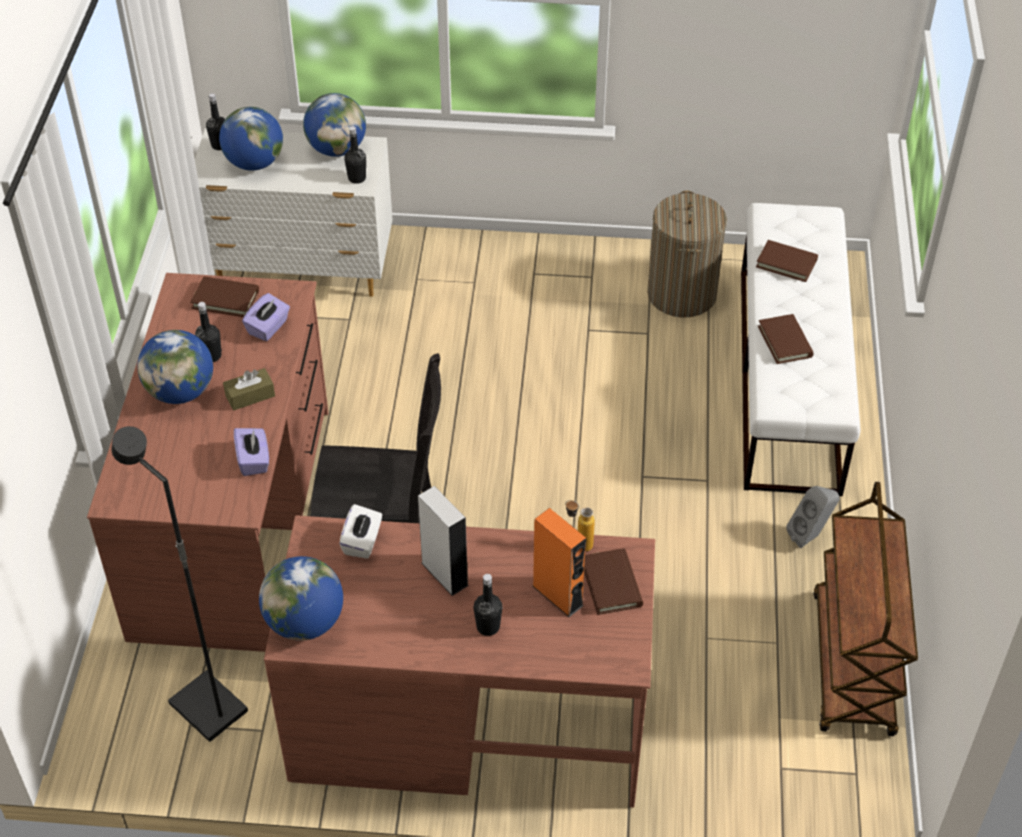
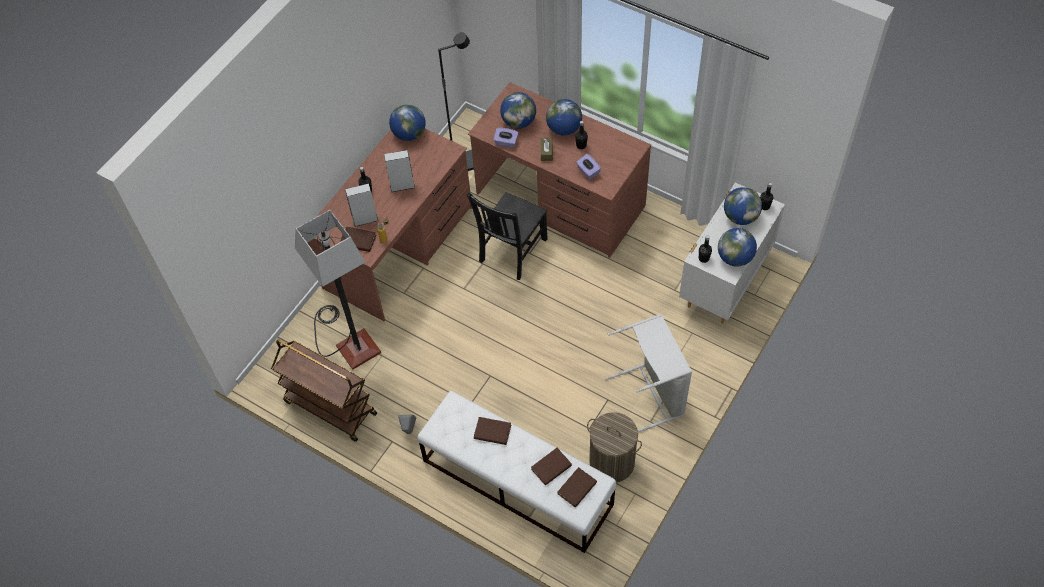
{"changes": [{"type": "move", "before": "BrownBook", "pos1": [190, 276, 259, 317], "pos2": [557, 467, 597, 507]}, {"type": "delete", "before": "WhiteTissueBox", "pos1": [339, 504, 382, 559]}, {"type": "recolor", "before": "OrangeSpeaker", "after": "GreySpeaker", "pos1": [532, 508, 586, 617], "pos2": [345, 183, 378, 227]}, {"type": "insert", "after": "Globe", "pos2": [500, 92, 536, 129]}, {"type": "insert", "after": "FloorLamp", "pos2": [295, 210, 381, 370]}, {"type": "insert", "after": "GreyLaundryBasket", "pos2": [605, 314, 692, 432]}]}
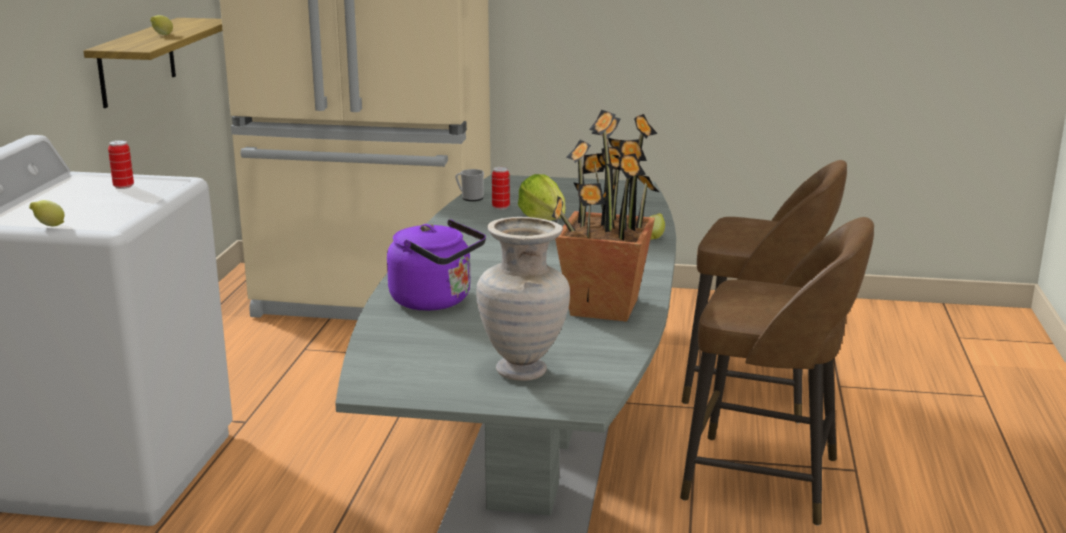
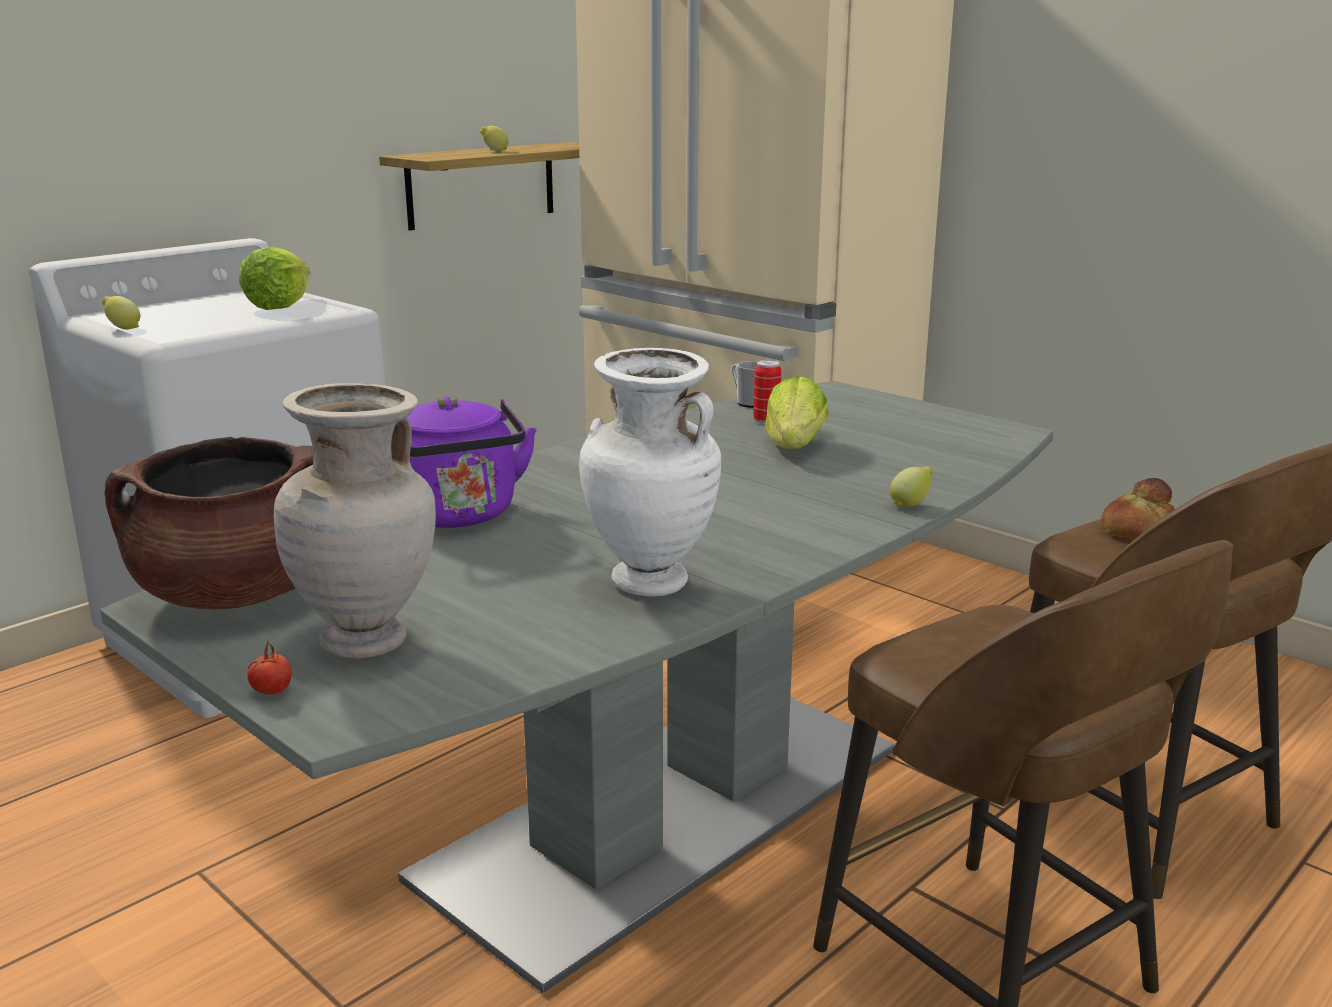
{"changes": [{"type": "replace", "before": "PottedPlant", "after": "WhiteVase", "pos1": [552, 110, 659, 322], "pos2": [579, 348, 721, 596]}, {"type": "replace", "before": "Can", "after": "Lettuce", "pos1": [108, 140, 134, 189], "pos2": [239, 247, 310, 310]}, {"type": "insert", "after": "BrownCookingPot", "pos2": [104, 437, 314, 610]}, {"type": "insert", "after": "Bread", "pos2": [1101, 478, 1175, 540]}, {"type": "insert", "after": "Tomato", "pos2": [247, 642, 292, 695]}]}
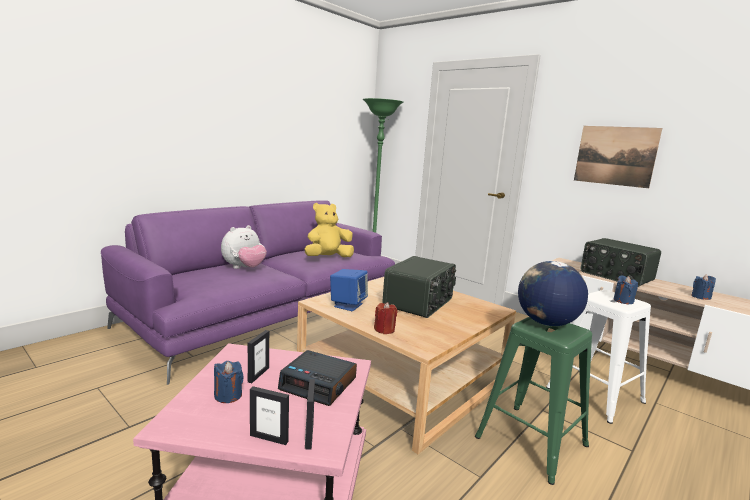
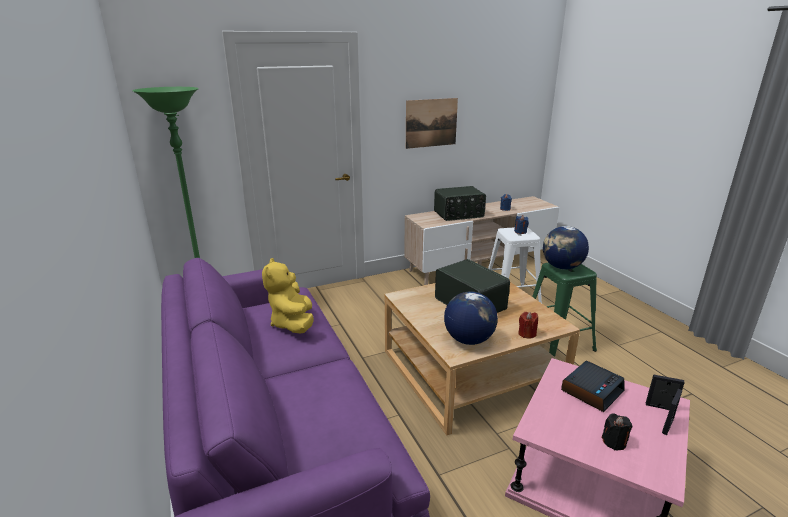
{"changes": [{"type": "delete", "before": "PlushToy", "pos1": [221, 225, 267, 269]}, {"type": "replace", "before": "BlueSpeaker", "after": "Globe", "pos1": [330, 269, 368, 311], "pos2": [444, 291, 498, 345]}, {"type": "delete", "before": "PictureFrame", "pos1": [247, 330, 269, 383]}, {"type": "recolor", "before": "BlueCandle", "after": "BlackCandle", "pos1": [214, 361, 244, 403], "pos2": [602, 413, 632, 450]}]}
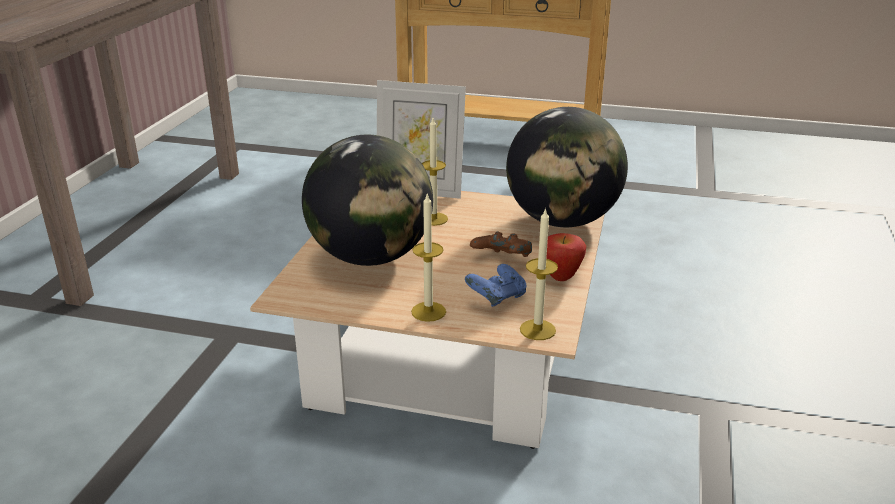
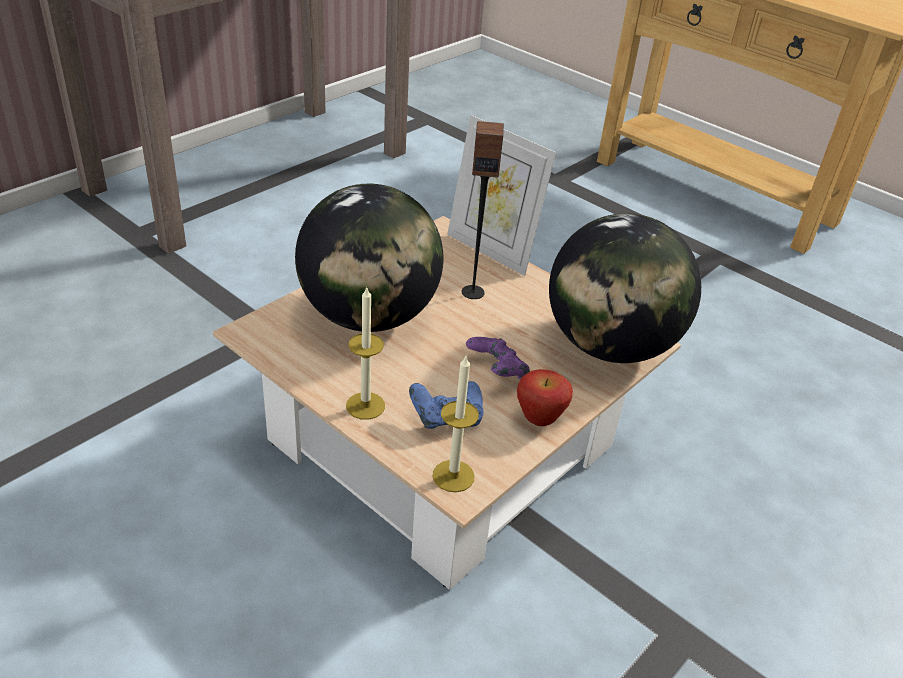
{"changes": [{"type": "replace", "before": "Candle", "after": "Speaker", "pos1": [422, 118, 448, 226], "pos2": [462, 121, 504, 299]}, {"type": "recolor", "before": "BrownGameController", "after": "PurpleGameController", "pos1": [470, 231, 532, 257], "pos2": [466, 337, 530, 379]}]}
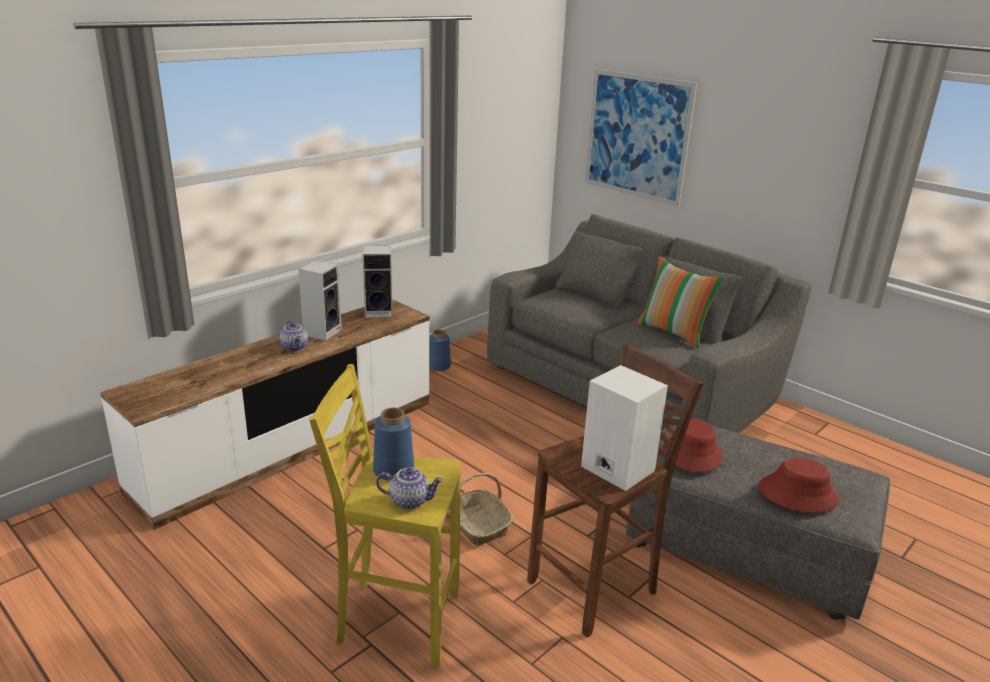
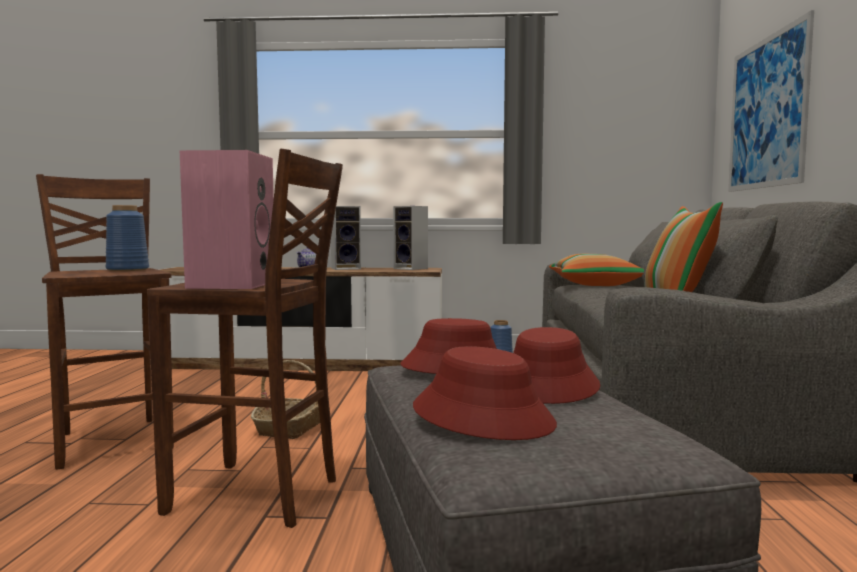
{"changes": [{"type": "recolor", "before": "YellowStool", "after": "BrownStool", "pos1": [309, 364, 461, 666], "pos2": [36, 174, 174, 470]}, {"type": "recolor", "before": "WhiteSpeaker", "after": "PinkSpeaker", "pos1": [581, 365, 668, 491], "pos2": [179, 150, 274, 289]}, {"type": "delete", "before": "Teapot", "pos1": [376, 468, 443, 510]}, {"type": "insert", "after": "Pillow", "pos2": [549, 254, 644, 286]}, {"type": "insert", "after": "RedHat", "pos2": [513, 327, 600, 404]}]}
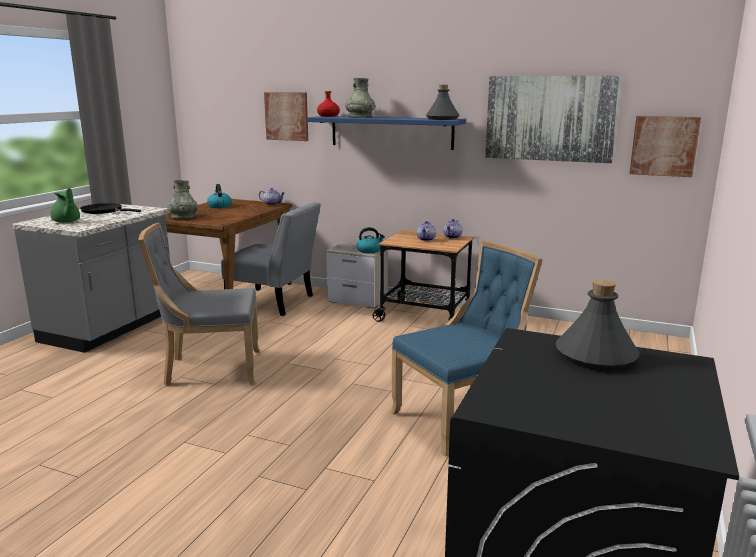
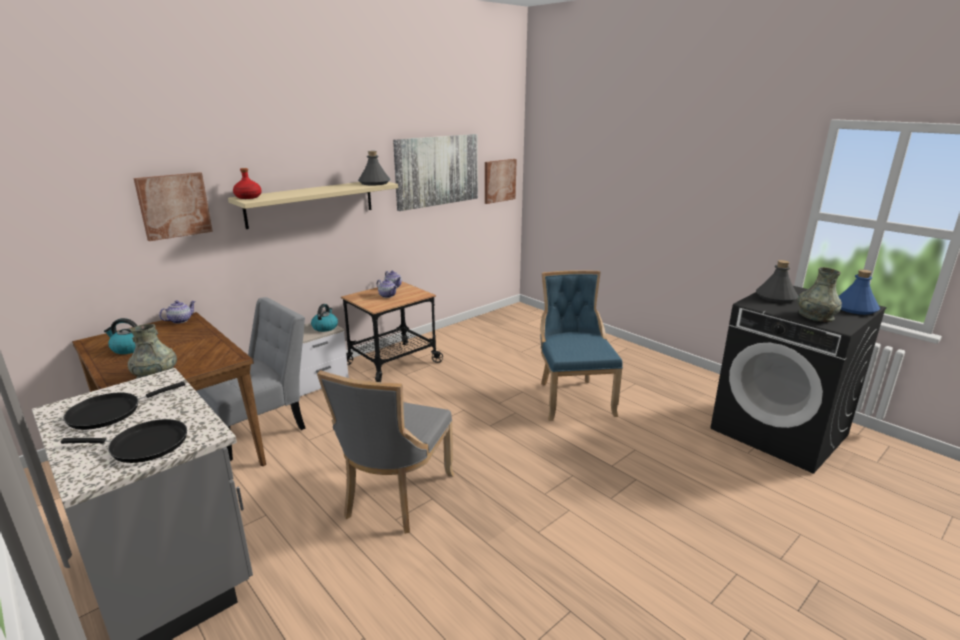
{"changes": [{"type": "move", "before": "GreyVase", "pos1": [345, 78, 375, 118], "pos2": [797, 267, 842, 322]}, {"type": "recolor", "before": "BlueShelf", "after": "BeigeShelf", "pos1": [306, 116, 466, 150], "pos2": [228, 182, 398, 229]}, {"type": "replace", "before": "GreenTeapot", "after": "BlackFryingPan", "pos1": [51, 188, 80, 223], "pos2": [60, 419, 187, 463]}, {"type": "insert", "after": "BlueBottle", "pos2": [838, 269, 880, 315]}]}
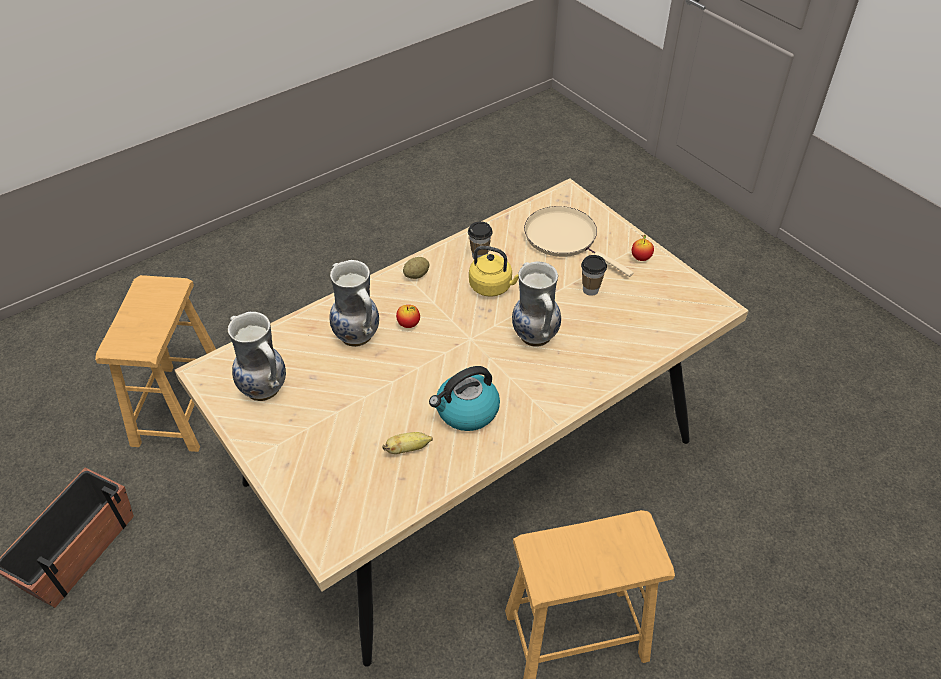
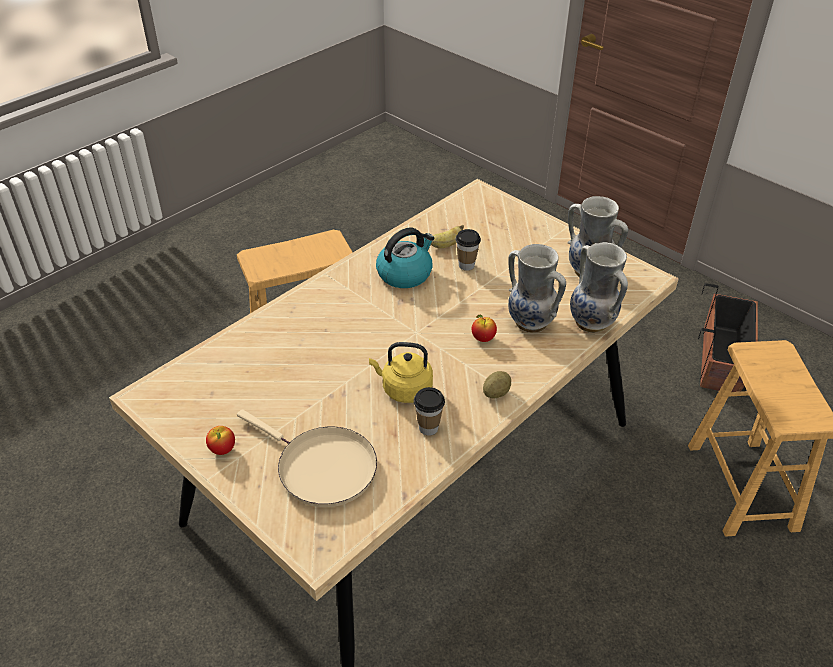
{"changes": [{"type": "move", "before": "Cup", "pos1": [581, 255, 607, 296], "pos2": [455, 229, 481, 271]}, {"type": "move", "before": "Vase", "pos1": [512, 262, 561, 347], "pos2": [570, 242, 628, 333]}]}
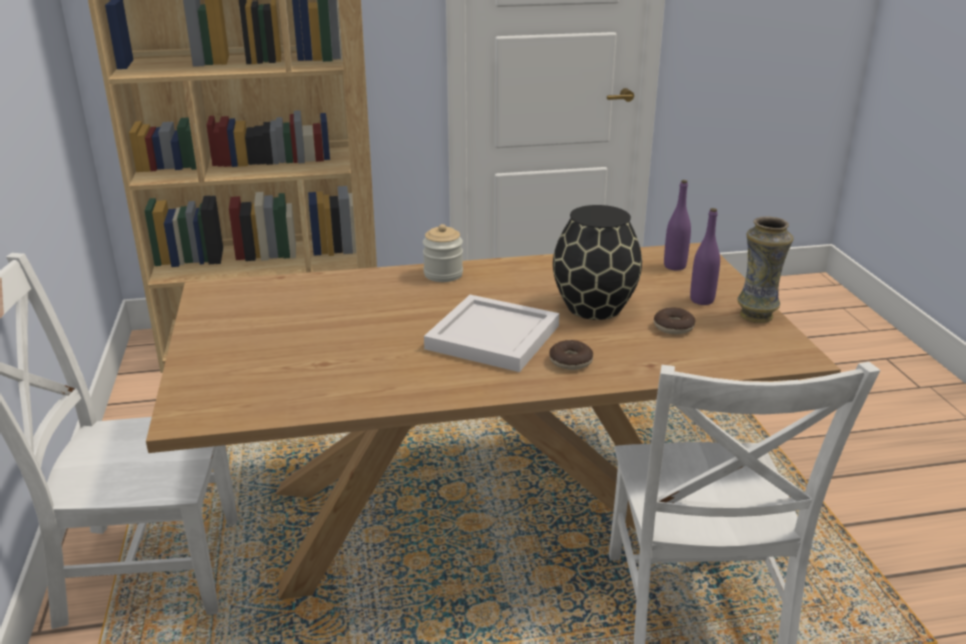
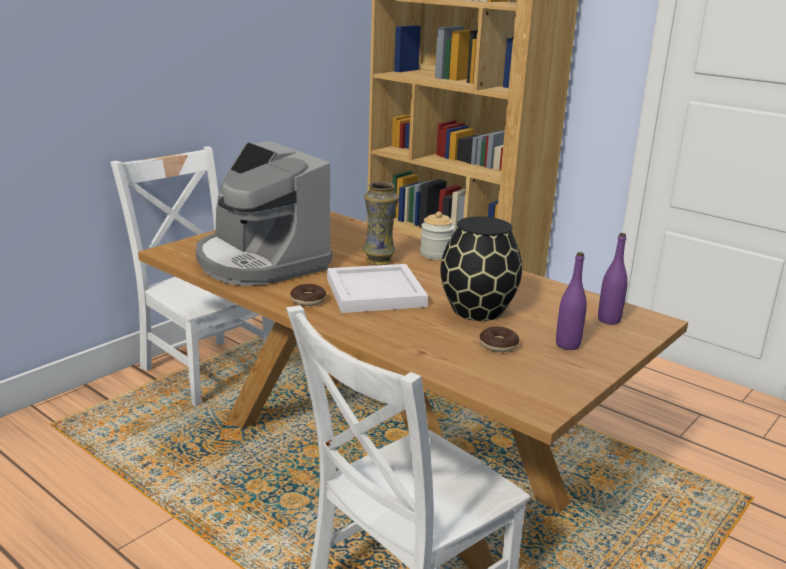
{"changes": [{"type": "move", "before": "Vase", "pos1": [737, 216, 794, 323], "pos2": [363, 182, 399, 265]}, {"type": "move", "before": "Donut", "pos1": [549, 340, 593, 370], "pos2": [290, 284, 326, 306]}, {"type": "insert", "after": "CoffeeMachine", "pos2": [196, 141, 332, 286]}]}
